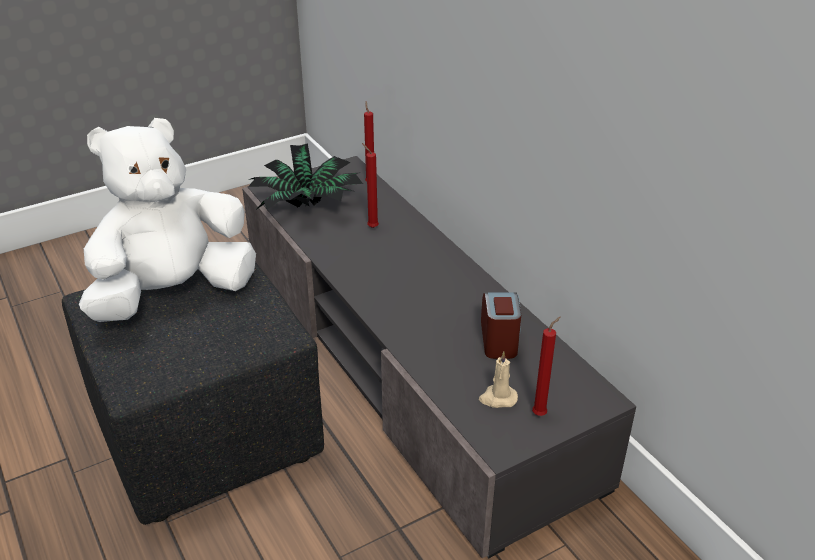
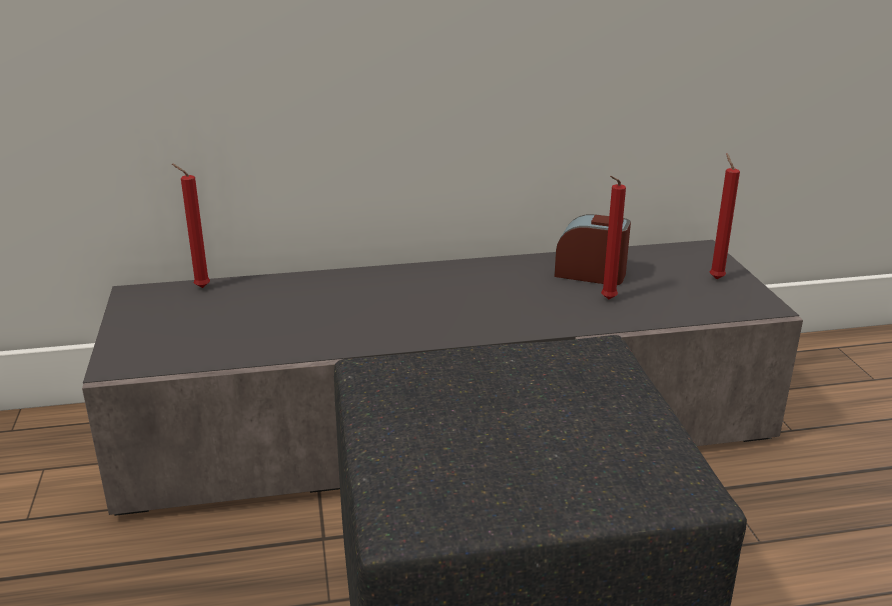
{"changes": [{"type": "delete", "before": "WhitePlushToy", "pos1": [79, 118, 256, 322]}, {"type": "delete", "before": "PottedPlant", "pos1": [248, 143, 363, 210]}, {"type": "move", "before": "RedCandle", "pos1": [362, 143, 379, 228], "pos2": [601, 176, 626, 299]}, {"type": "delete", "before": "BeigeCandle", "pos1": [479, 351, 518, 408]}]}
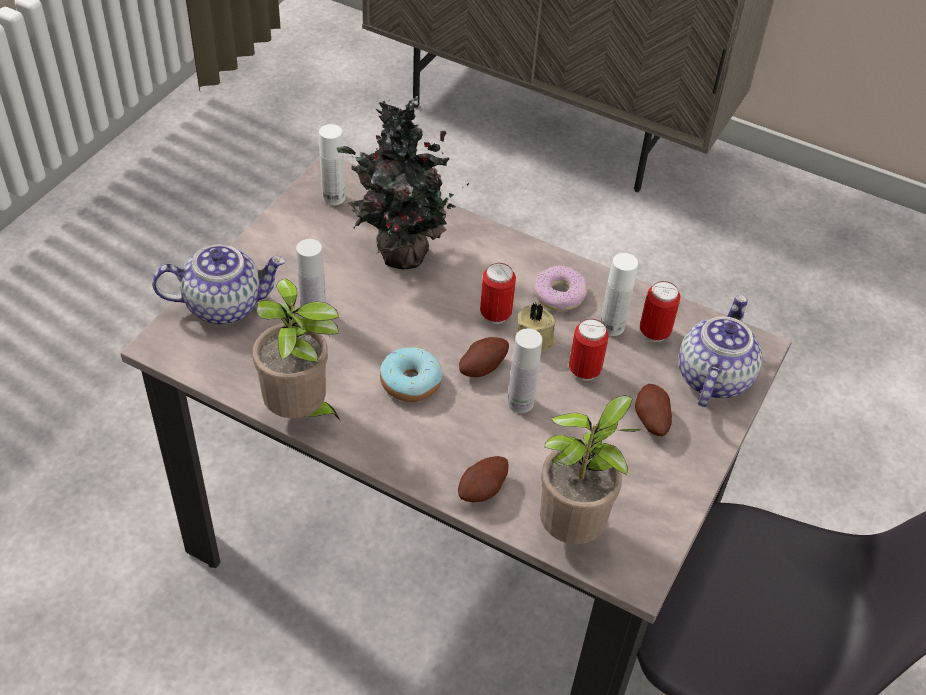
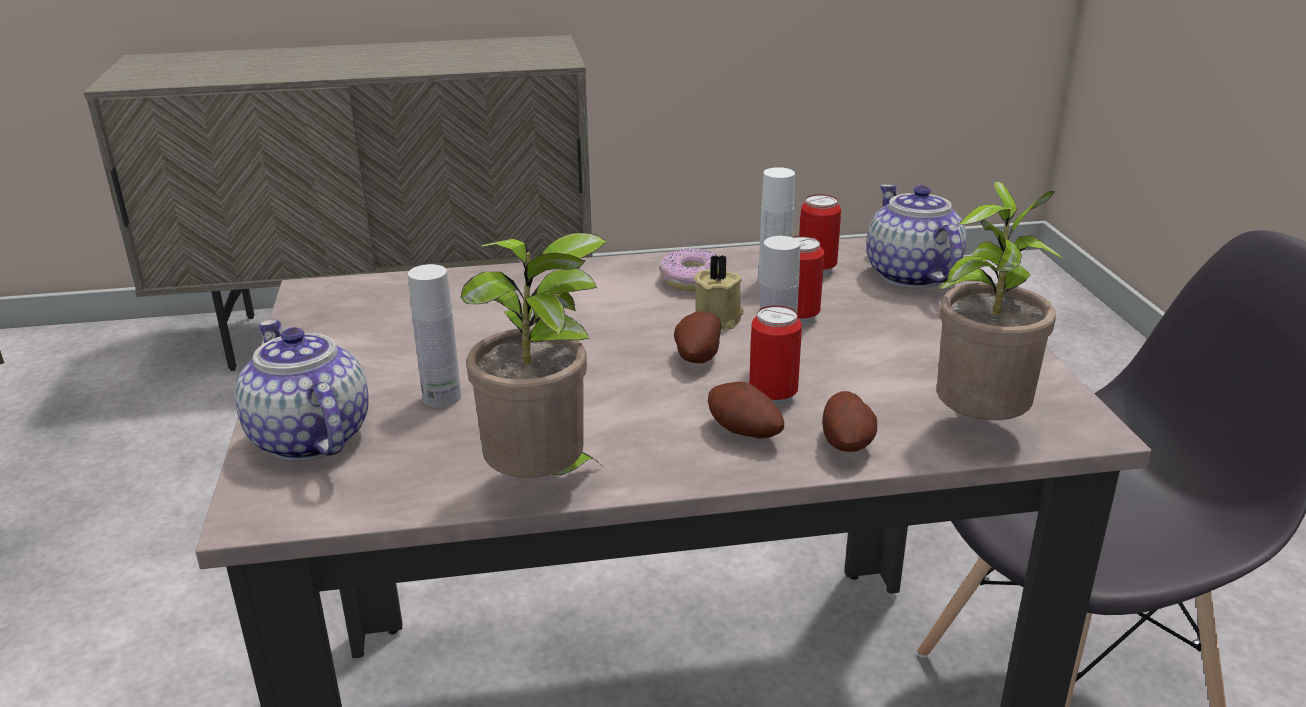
{"changes": [{"type": "delete", "before": "PottedPlant", "pos1": [336, 96, 469, 270]}, {"type": "delete", "before": "WhiteBottle", "pos1": [319, 124, 345, 205]}, {"type": "rotate", "before": "Teapot", "pos1": [152, 244, 285, 324], "pos2": [235, 320, 369, 461], "turn": -75}, {"type": "move", "before": "Can", "pos1": [480, 263, 516, 324], "pos2": [749, 305, 802, 406]}, {"type": "delete", "before": "Donut", "pos1": [380, 347, 442, 402]}, {"type": "move", "before": "Potato", "pos1": [635, 384, 672, 436], "pos2": [708, 382, 784, 439]}]}
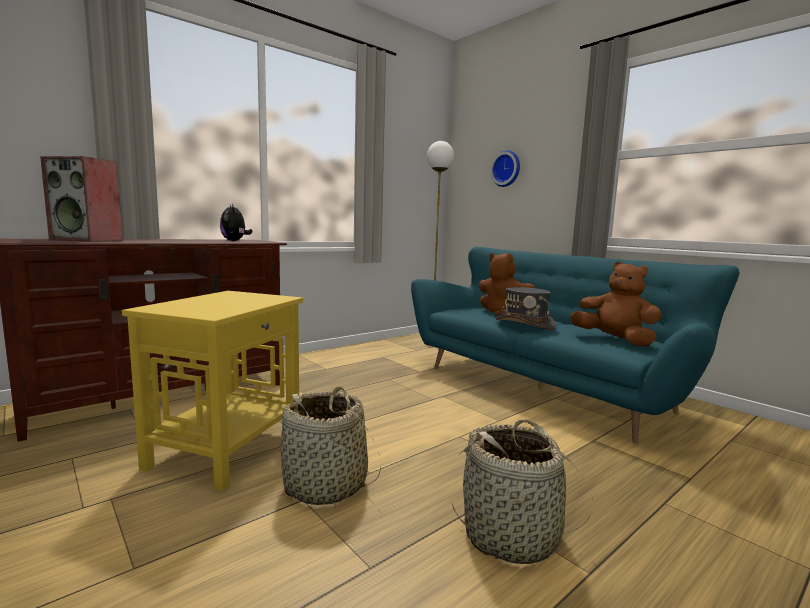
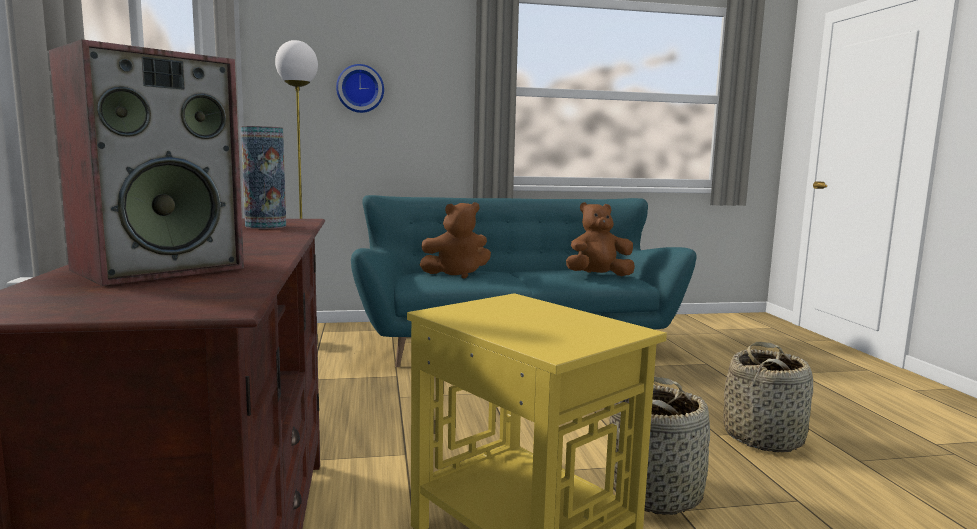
{"changes": [{"type": "replace", "before": "PlushToy", "after": "Vase", "pos1": [220, 204, 252, 241], "pos2": [241, 126, 286, 229]}, {"type": "delete", "before": "GreyHat", "pos1": [496, 287, 556, 330]}]}
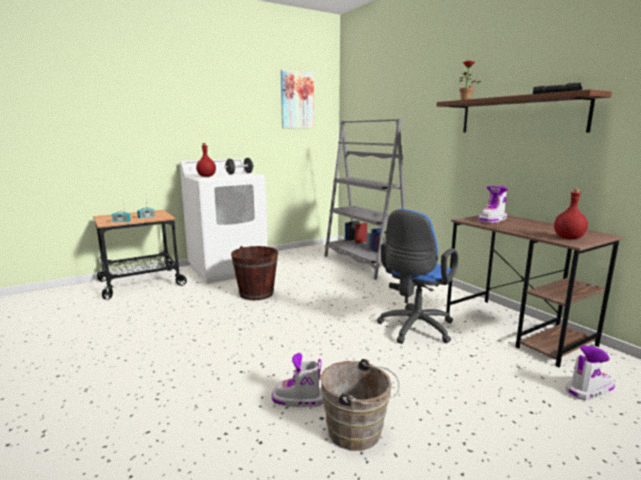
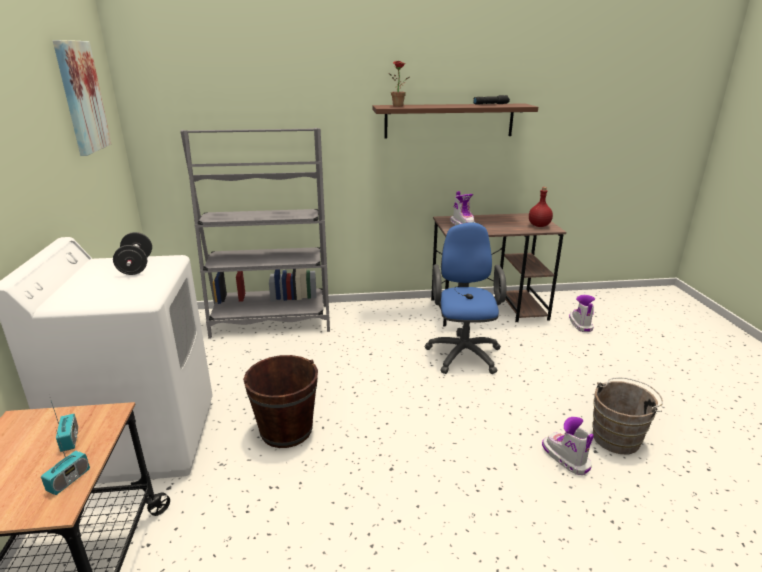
{"changes": [{"type": "delete", "before": "RedBottle", "pos1": [196, 143, 216, 177]}, {"type": "rotate", "before": "BlueOfficeChair", "pos1": [377, 209, 458, 344], "pos2": [425, 222, 506, 374], "turn": -150}, {"type": "rotate", "before": "Boot", "pos1": [272, 353, 324, 407], "pos2": [542, 417, 593, 475], "turn": 120}]}
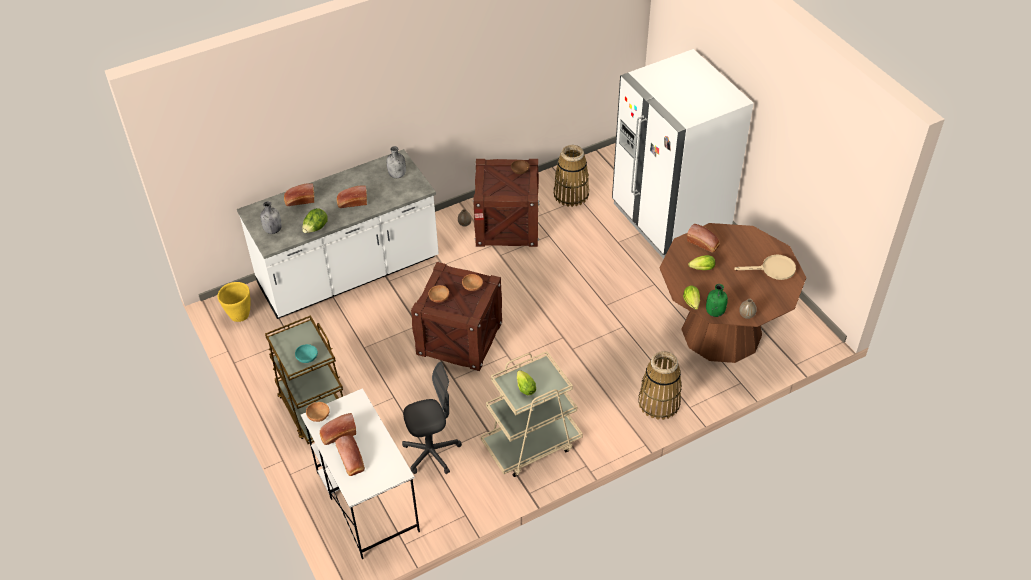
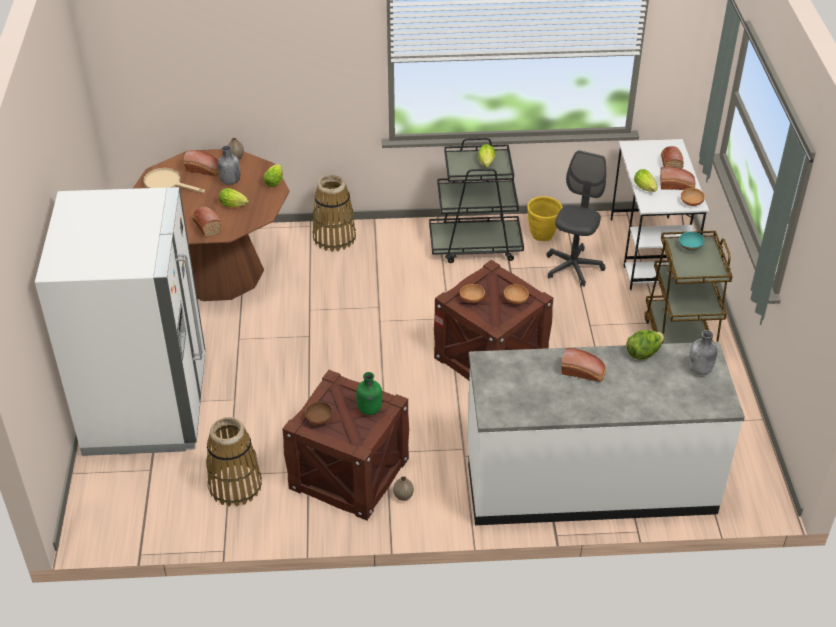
{"changes": [{"type": "move", "before": "GreyBottle", "pos1": [387, 146, 406, 178], "pos2": [218, 146, 240, 185]}, {"type": "move", "before": "Bread", "pos1": [284, 183, 314, 206], "pos2": [184, 150, 219, 176]}, {"type": "move", "before": "YellowPlanter", "pos1": [217, 282, 251, 322], "pos2": [527, 196, 563, 241]}, {"type": "move", "before": "GreenBottle", "pos1": [706, 284, 728, 317], "pos2": [356, 372, 382, 415]}, {"type": "recolor", "before": "BeigeCart", "after": "BlackCart", "pos1": [481, 351, 583, 477], "pos2": [429, 138, 524, 263]}, {"type": "rotate", "before": "GreyOfficeChair", "pos1": [402, 362, 462, 474], "pos2": [546, 150, 606, 287], "turn": 105}, {"type": "insert", "after": "Lettuce", "pos2": [634, 169, 657, 192]}]}
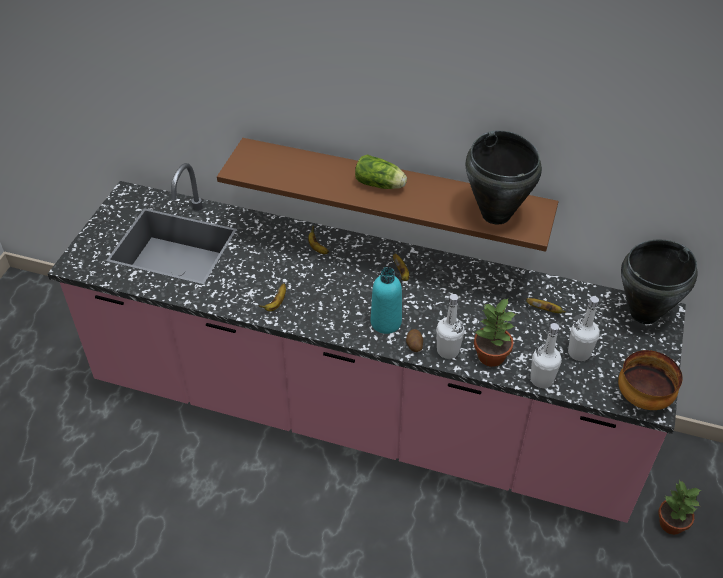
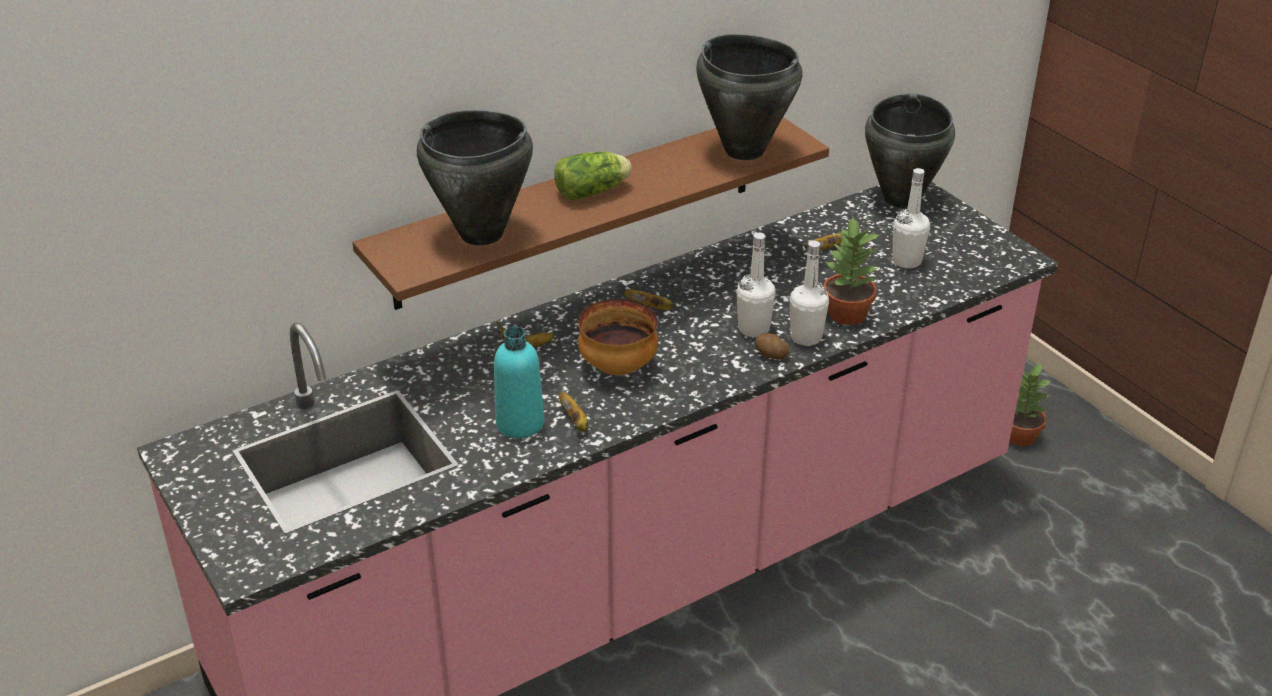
{"changes": [{"type": "move", "before": "TurquoiseBottle", "pos1": [371, 267, 402, 334], "pos2": [494, 327, 544, 438]}, {"type": "move", "before": "WhiteBottle", "pos1": [530, 323, 562, 388], "pos2": [737, 233, 776, 337]}, {"type": "move", "before": "Bowl", "pos1": [618, 350, 683, 410], "pos2": [578, 299, 658, 375]}, {"type": "insert", "after": "BlackCookingPot", "pos2": [417, 110, 533, 245]}]}
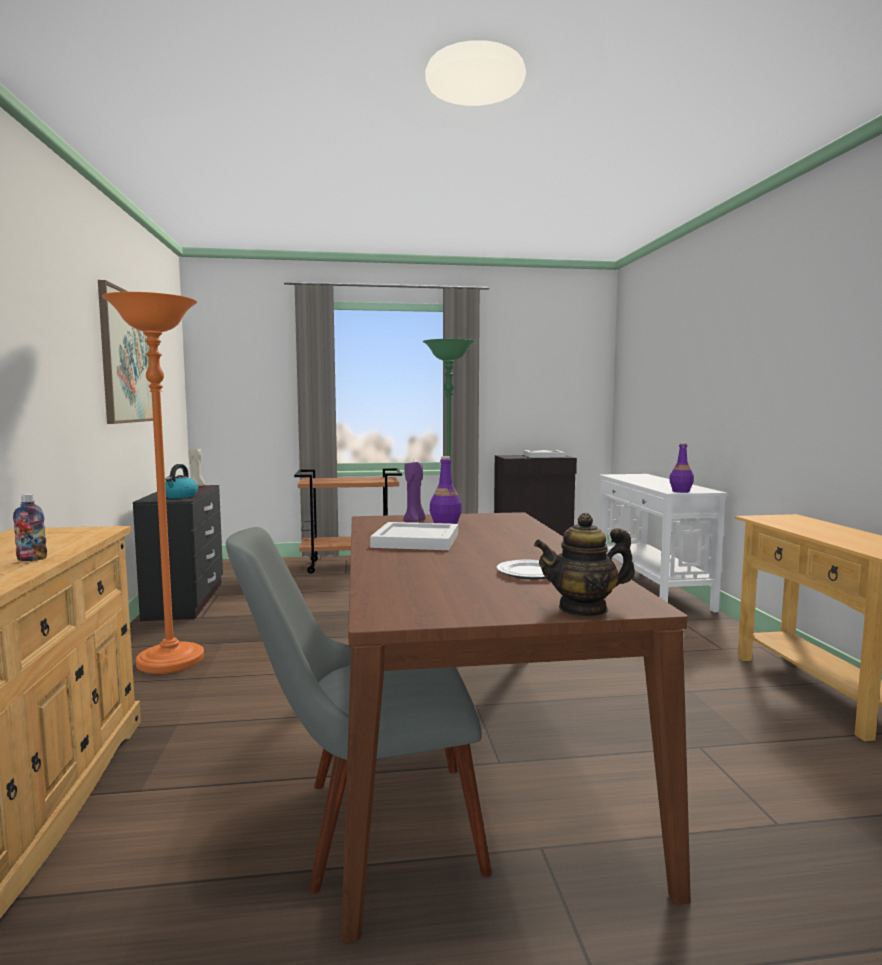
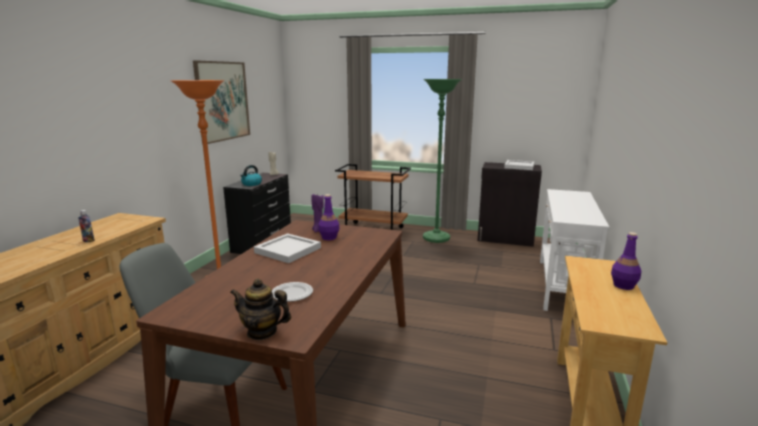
{"changes": [{"type": "move", "before": "PurpleBottle", "pos1": [669, 442, 694, 493], "pos2": [611, 232, 641, 290]}]}
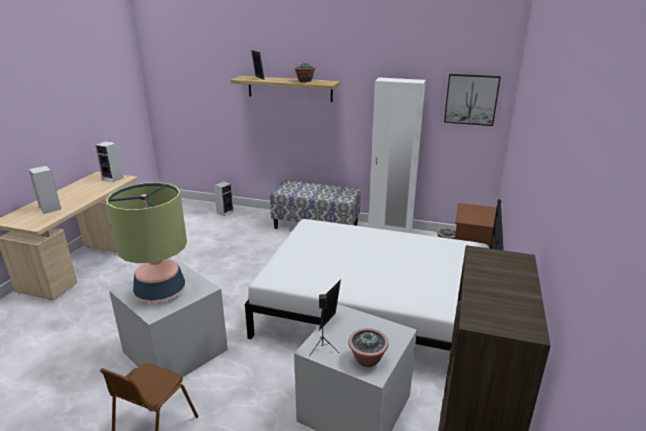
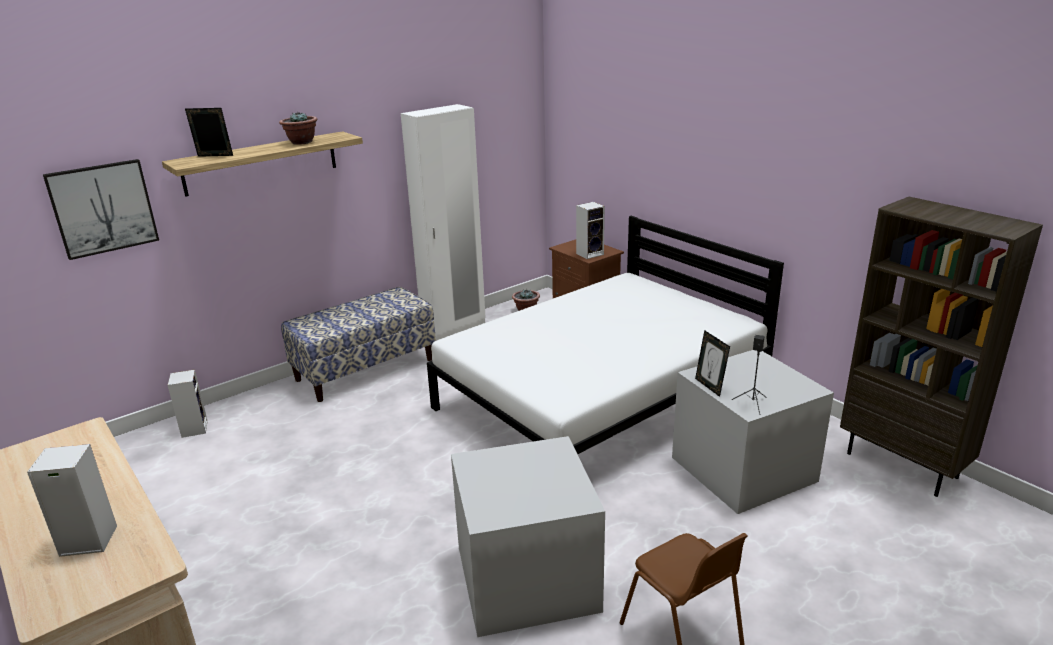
{"changes": [{"type": "move", "before": "Picture", "pos1": [444, 74, 501, 126], "pos2": [43, 159, 159, 260]}, {"type": "move", "before": "Speaker", "pos1": [95, 141, 124, 182], "pos2": [576, 202, 605, 259]}, {"type": "delete", "before": "TableLamp", "pos1": [106, 182, 187, 303]}, {"type": "delete", "before": "PottedPlant", "pos1": [349, 328, 388, 367]}]}
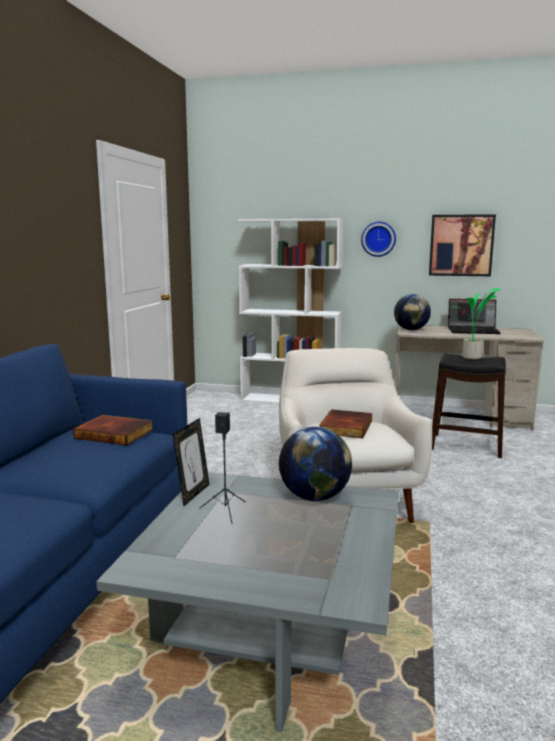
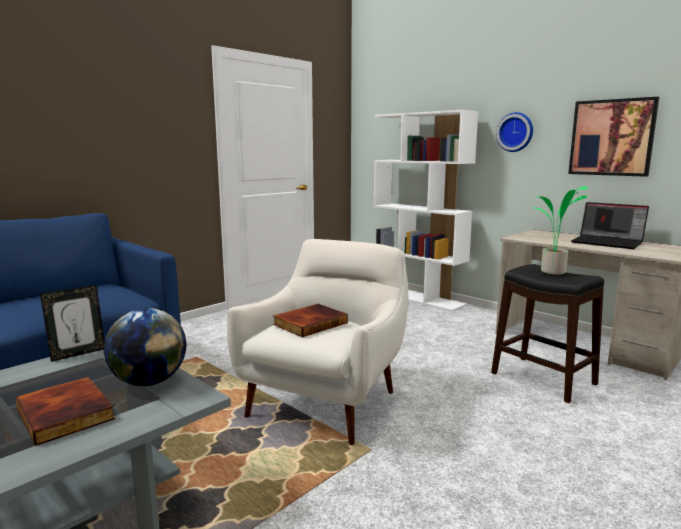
{"changes": [{"type": "delete", "before": "Globe", "pos1": [394, 294, 431, 330]}, {"type": "delete", "before": "BlackSpeaker", "pos1": [199, 412, 246, 524]}, {"type": "move", "before": "Book", "pos1": [73, 415, 153, 445], "pos2": [15, 377, 115, 446]}]}
